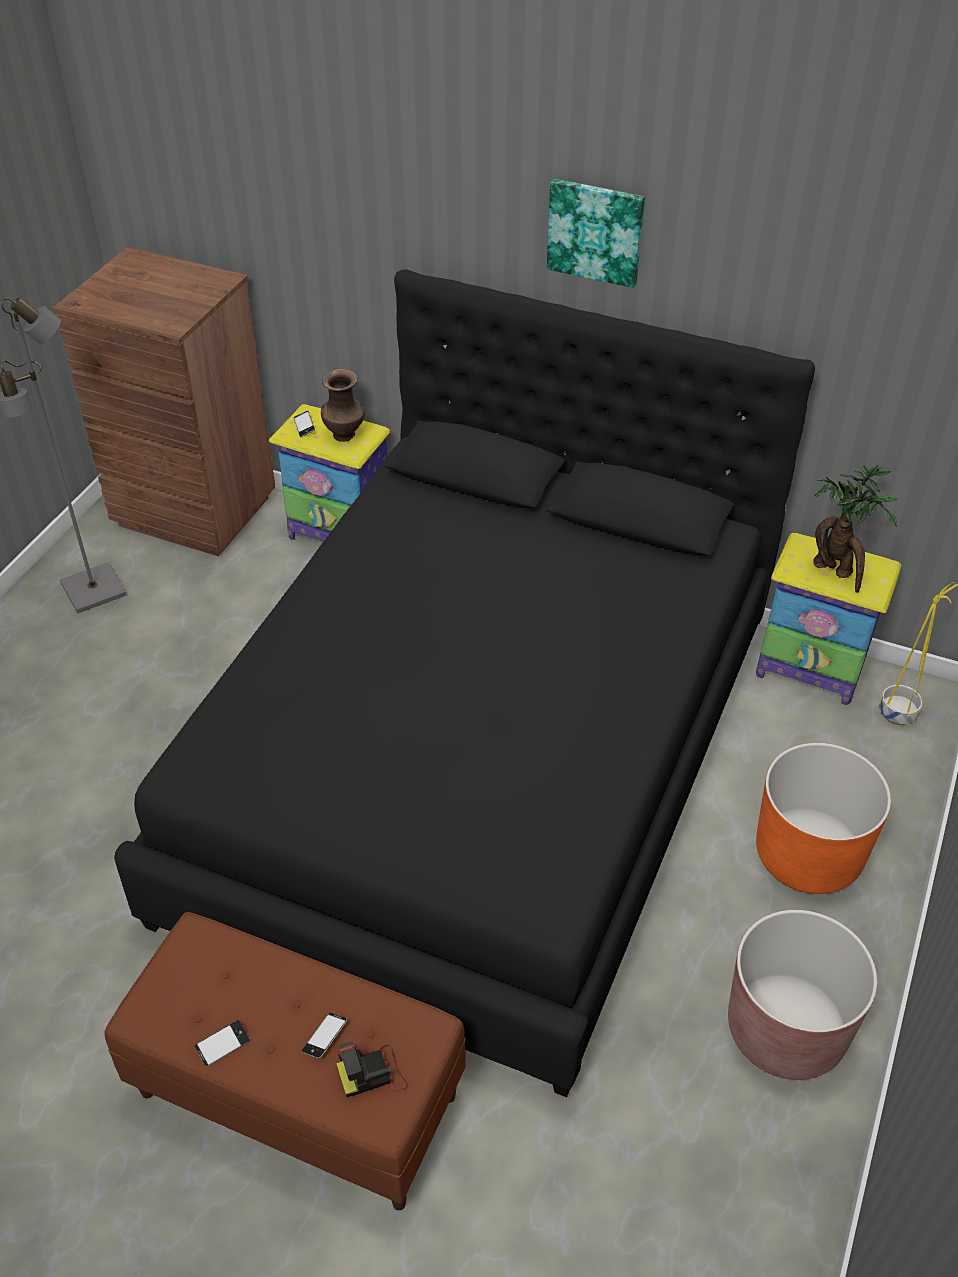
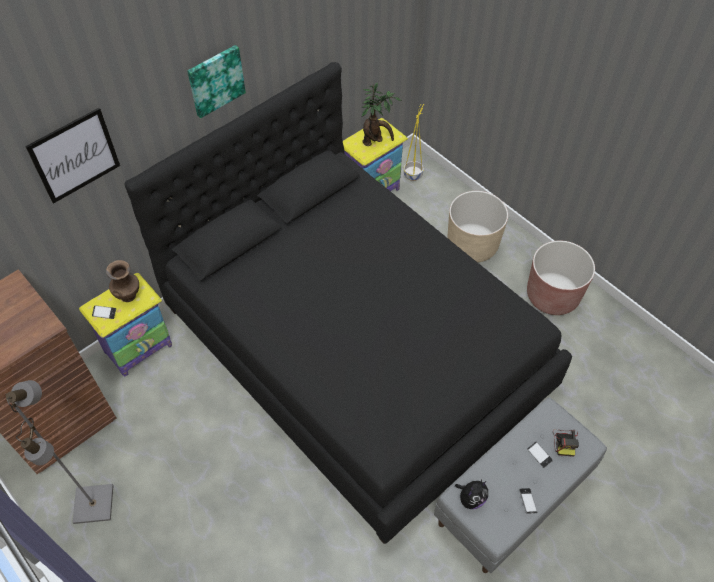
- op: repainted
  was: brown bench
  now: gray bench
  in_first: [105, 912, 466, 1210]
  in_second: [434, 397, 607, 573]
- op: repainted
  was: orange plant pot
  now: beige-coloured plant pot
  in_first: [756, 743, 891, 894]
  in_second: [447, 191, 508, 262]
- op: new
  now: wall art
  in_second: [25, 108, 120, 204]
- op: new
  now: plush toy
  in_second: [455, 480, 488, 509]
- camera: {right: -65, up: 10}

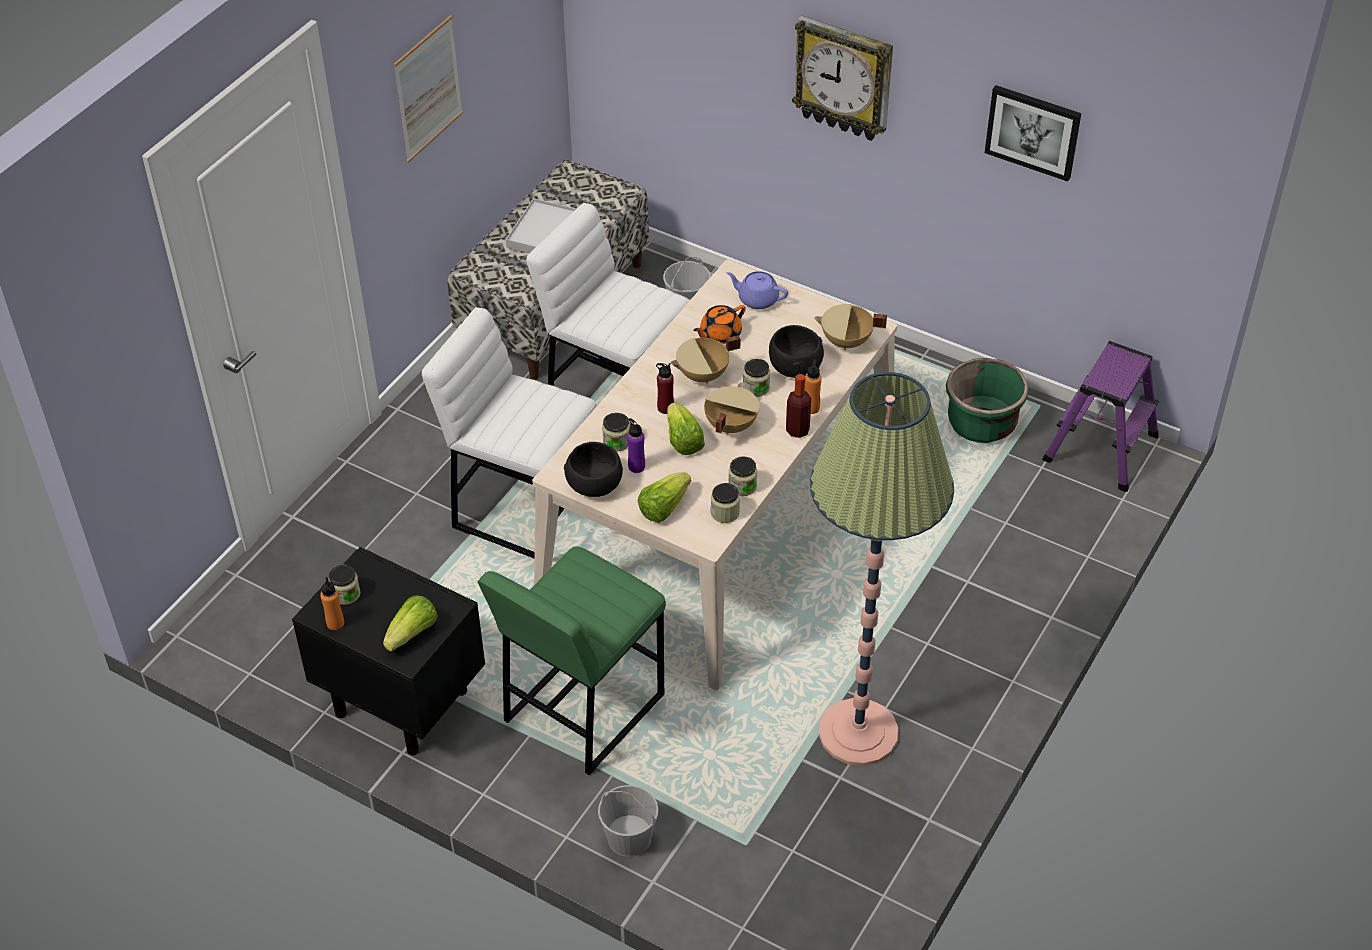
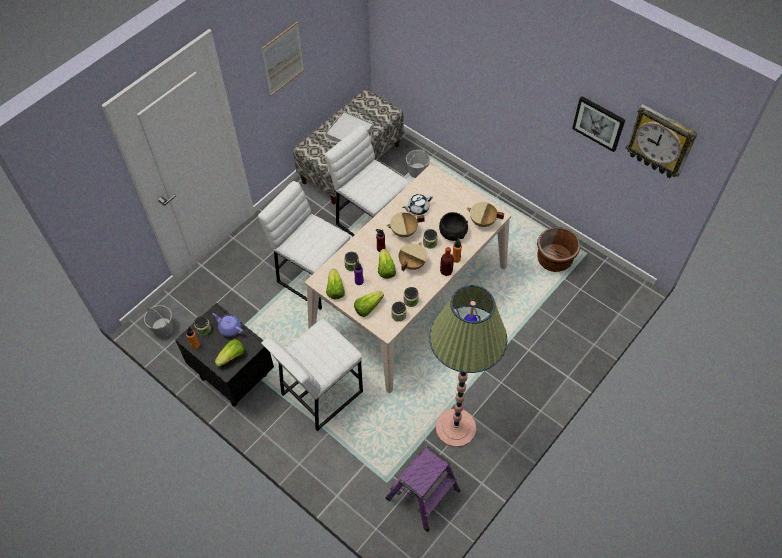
- op: repainted
  was: green-coloured upright chair
  now: white upright chair
  in_first: [478, 546, 666, 775]
  in_second: [261, 319, 363, 431]
- op: swapped
  was: black-coloured deep dish
  now: lettuce head
  in_first: [564, 442, 623, 497]
  in_second: [326, 269, 345, 299]
- op: shifted
  was: white water bucket
  in_first: [598, 785, 659, 857]
  in_second: [144, 305, 173, 337]
- op: repainted
  was: orange pot for tea
  now: white pot for tea
  in_first: [693, 305, 746, 344]
  in_second: [402, 194, 433, 215]
- op: shifted
  was: purple-coloured pot for tea
  in_first: [727, 271, 788, 309]
  in_second: [212, 313, 243, 337]
- op: shifted
  was: clock on the wall
  in_first: [792, 16, 893, 141]
  in_second: [626, 104, 698, 178]
- op: repainted
  was: green-coloured plant pot
  now: brown plant pot
  in_first: [946, 358, 1028, 443]
  in_second: [537, 227, 580, 272]
- op: shifted
  was: purple-coloured step stool
  in_first: [1042, 341, 1159, 492]
  in_second: [385, 446, 460, 532]
- camera: {right: 10, up: 10}

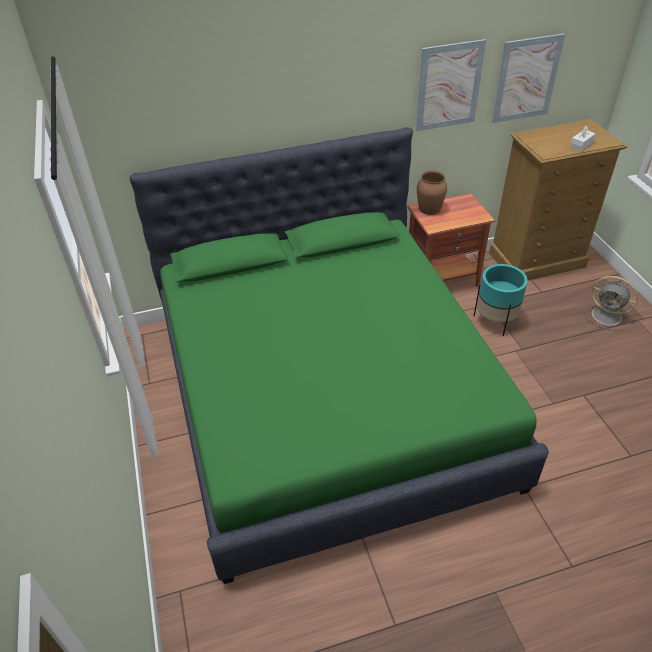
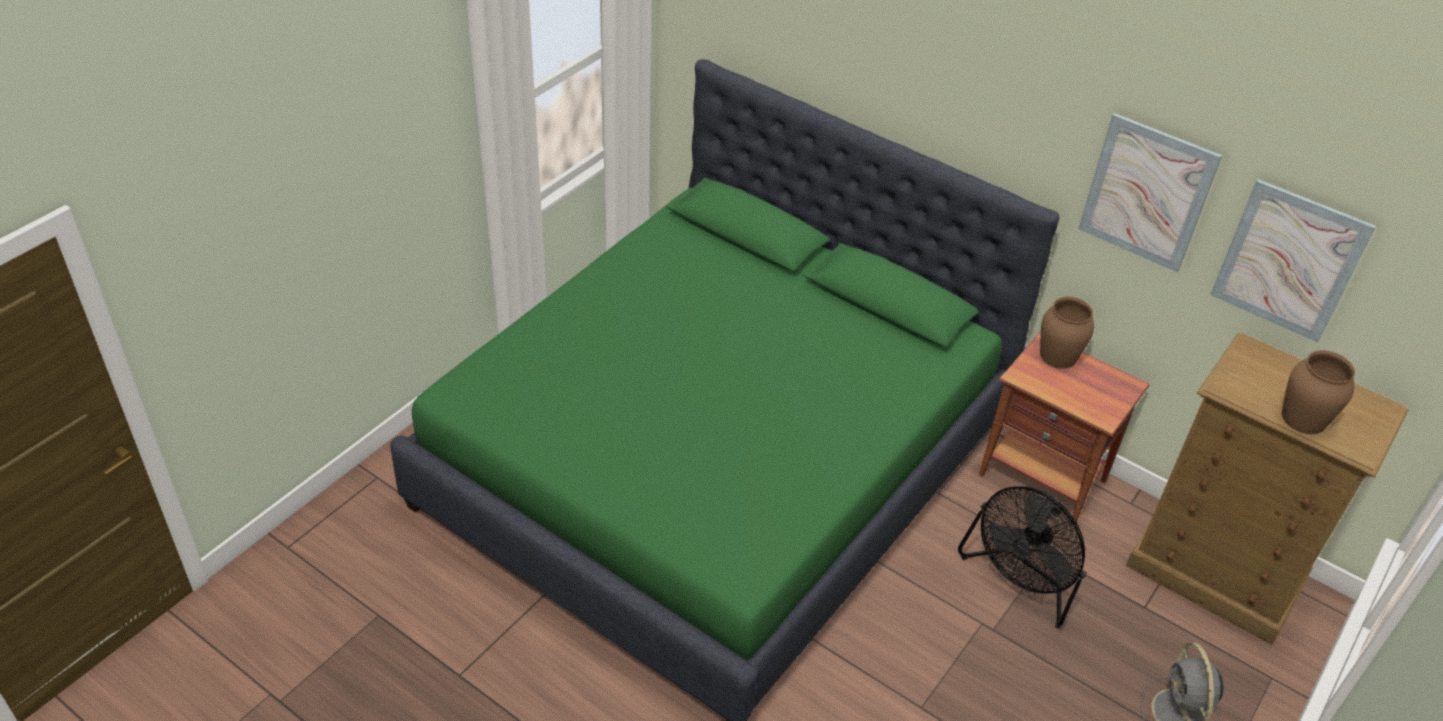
- op: swapped
  was: blue-green plant pot
  now: black-coloured electric fan
  in_first: [474, 264, 528, 336]
  in_second: [958, 487, 1087, 629]
- op: swapped
  was: white box of tissues
  now: brown decorative vase
  in_first: [570, 126, 596, 151]
  in_second: [1282, 350, 1355, 434]
- camera: {right: 50, up: 0}

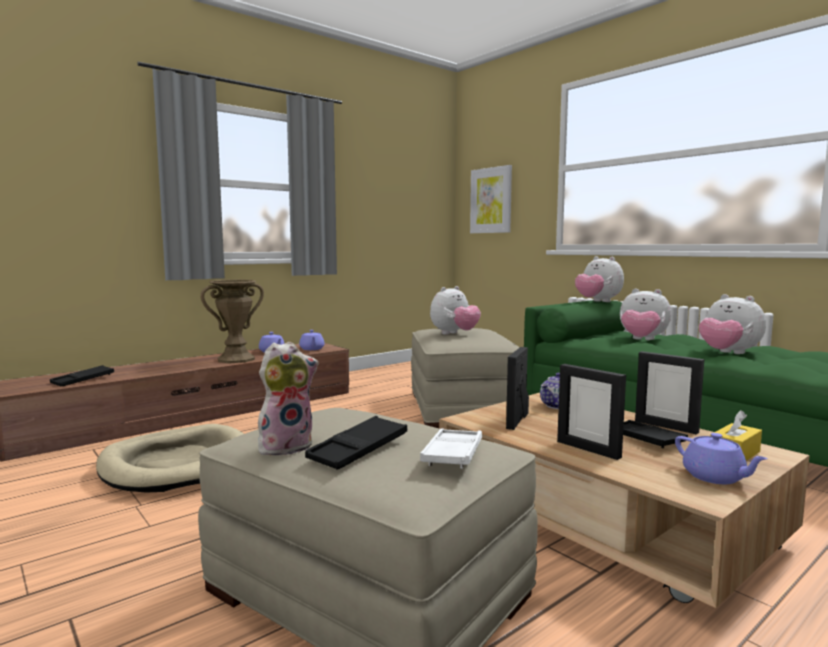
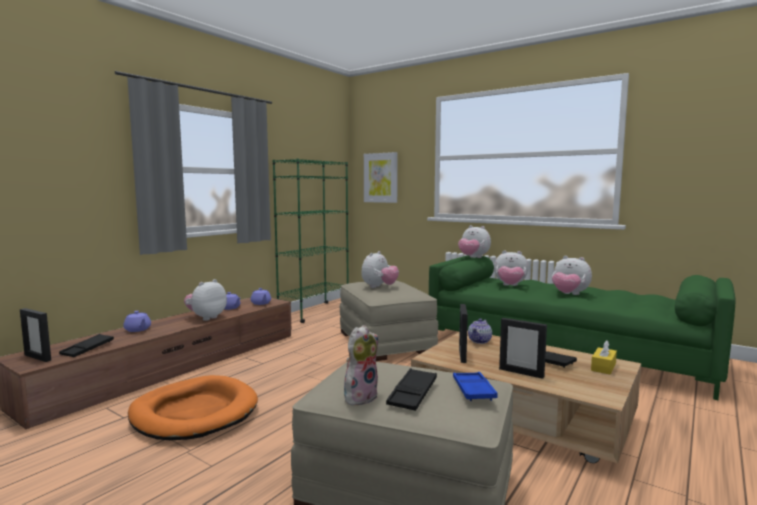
- op: repainted
  was: beige-coloured dog cushion
  now: orange dog cushion
  in_first: [96, 424, 244, 493]
  in_second: [128, 375, 258, 440]
- op: swapped
  was: brown decorative vase
  now: plush toy
  in_first: [201, 280, 264, 363]
  in_second: [184, 279, 227, 321]
- op: repainted
  was: white carrying tray
  now: bluish carrying tray
  in_first: [420, 428, 482, 469]
  in_second: [453, 372, 497, 401]
- op: shifted
  was: picture frame
  in_first: [635, 351, 704, 435]
  in_second: [20, 308, 51, 362]
- op: shifted
  was: purple-coloured pot for tea
  in_first: [675, 433, 768, 484]
  in_second: [123, 311, 151, 332]
- op: new
  now: green-coloured shelving unit
  in_second: [273, 158, 349, 323]
- camera: {right: -15, up: 0}

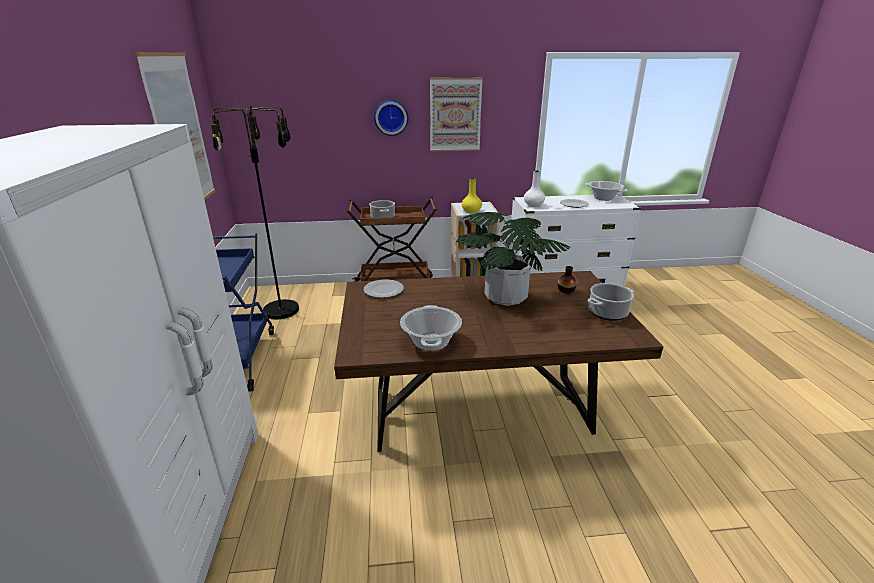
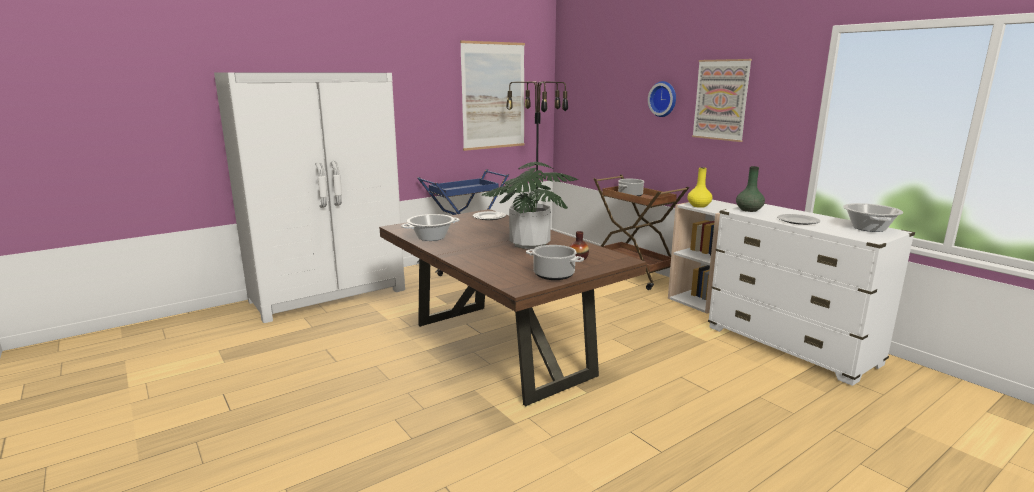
- op: repainted
  was: white decorative vase
  now: green-coloured decorative vase
  in_first: [524, 170, 545, 207]
  in_second: [736, 166, 765, 212]
- camera: {right: 60, up: -10}

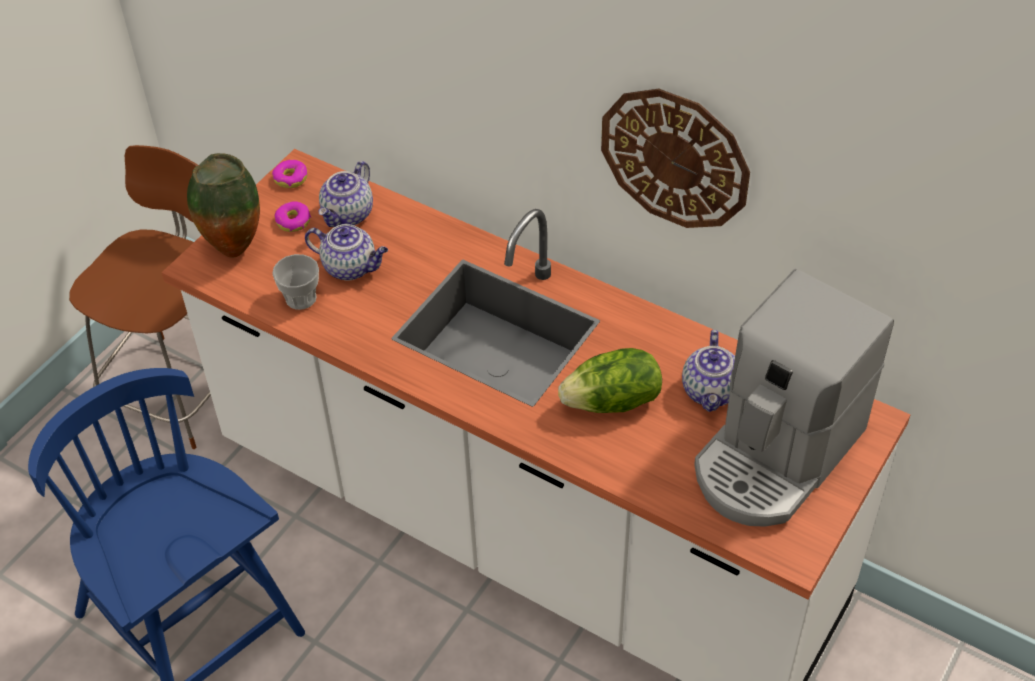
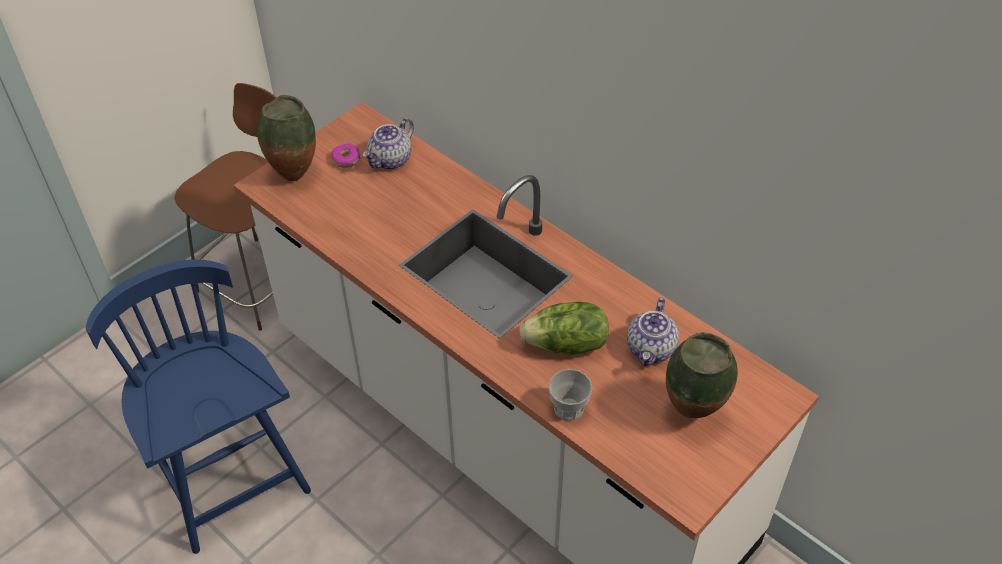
- op: gone
  was: doughnut
  in_first: [272, 160, 308, 188]
- op: shifted
  was: small cup
  in_first: [272, 254, 319, 310]
  in_second: [548, 369, 593, 421]
- op: gone
  was: pot for tea
  in_first: [305, 224, 388, 281]
- op: gone
  was: clock on the wall
  in_first: [601, 89, 750, 228]
- op: swapped
  was: coffee maker
  now: decorative vase
  in_first: [694, 269, 894, 527]
  in_second: [666, 332, 738, 418]
- camera: {right: 10, up: 0}

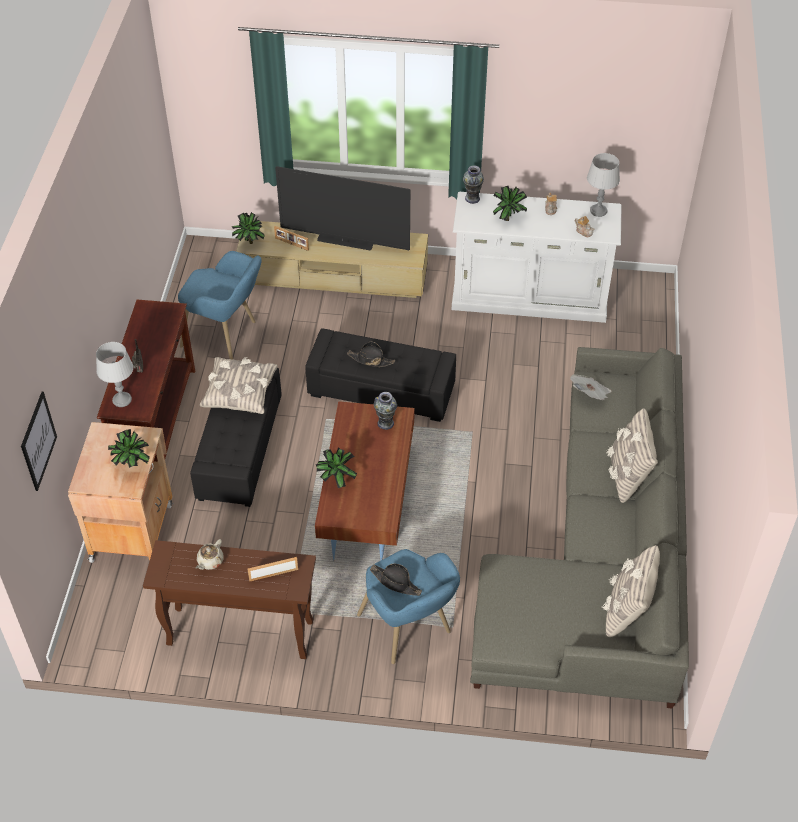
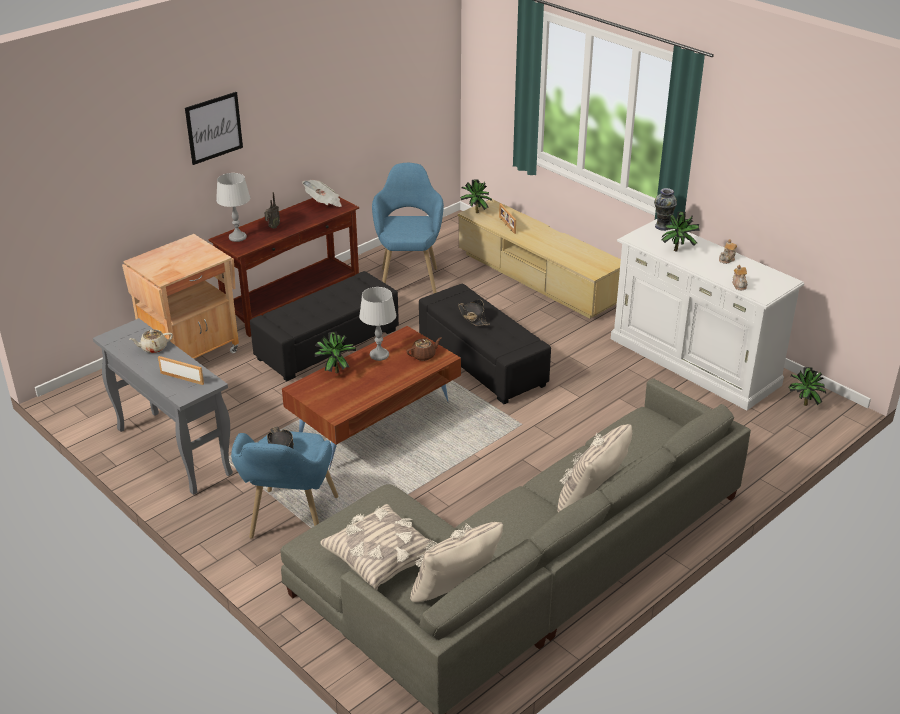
- op: shifted
  was: wall art
  in_first: [21, 392, 57, 491]
  in_second: [185, 92, 243, 165]
- op: shifted
  was: houseplant
  in_first: [108, 429, 150, 468]
  in_second: [788, 367, 826, 406]
- op: repainted
  was: brown hall table
  now: gray hall table
  in_first: [143, 540, 316, 659]
  in_second: [93, 318, 233, 495]
- op: rotated
  was: bluish armchair
  in_first: [178, 251, 262, 359]
  in_second: [372, 163, 444, 294]
  clockwise: -150
- op: shifted
  was: beige-coloured cushion
  in_first: [200, 357, 278, 414]
  in_second: [320, 504, 434, 590]
- op: gone
  was: TV
  in_first: [275, 166, 410, 250]
- op: swapped
  was: decorative vase
  now: brown pot for tea
  in_first: [374, 392, 397, 430]
  in_second: [406, 337, 442, 361]
- op: shifted
  was: daily paper
  in_first: [570, 374, 612, 401]
  in_second: [302, 180, 342, 207]
- op: shifted
  was: gray lamp for a table
  in_first: [587, 153, 620, 217]
  in_second: [359, 287, 396, 361]
- camera: {right: 40, up: -15}

